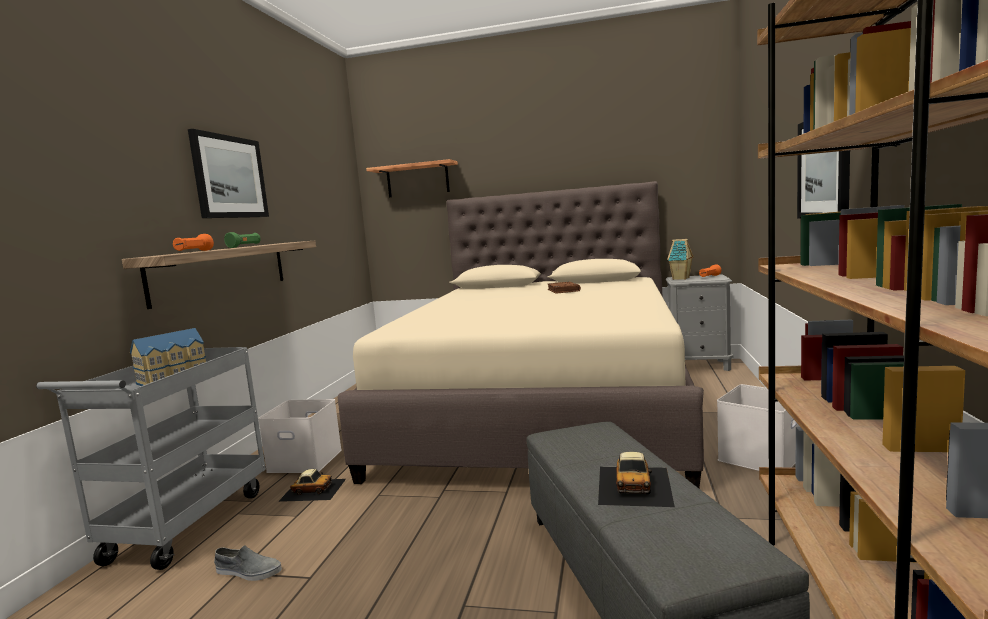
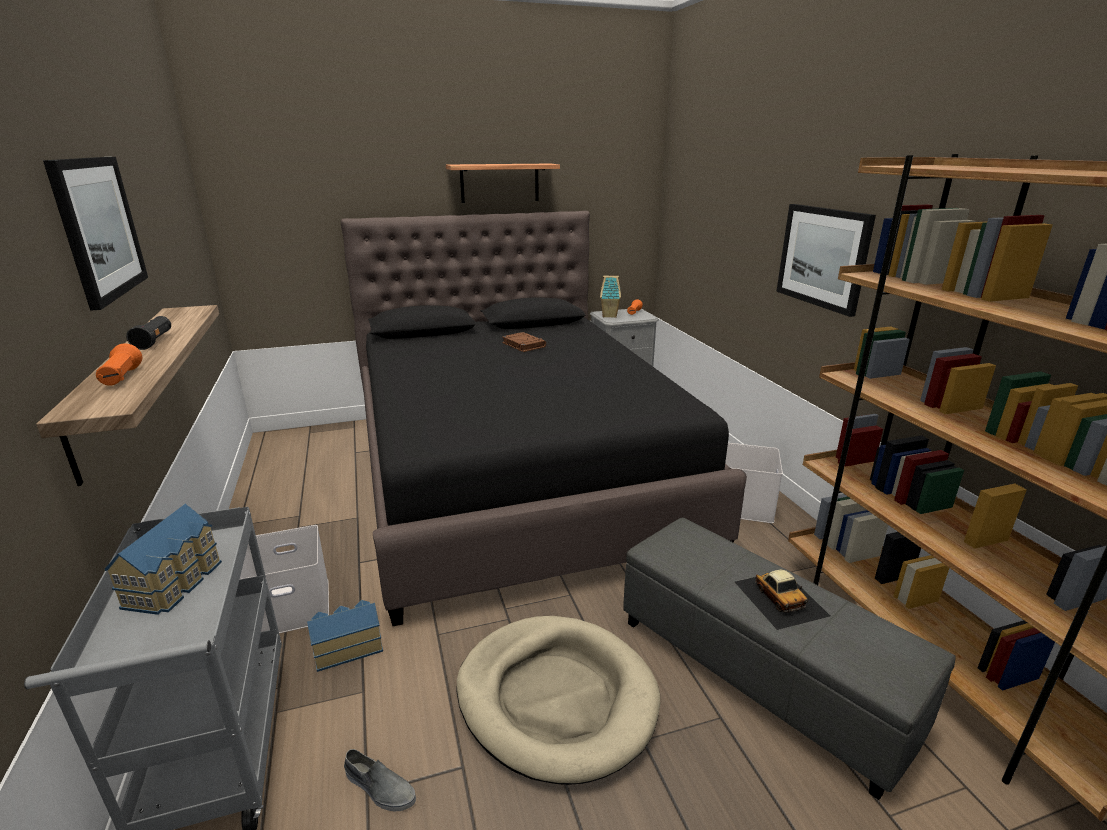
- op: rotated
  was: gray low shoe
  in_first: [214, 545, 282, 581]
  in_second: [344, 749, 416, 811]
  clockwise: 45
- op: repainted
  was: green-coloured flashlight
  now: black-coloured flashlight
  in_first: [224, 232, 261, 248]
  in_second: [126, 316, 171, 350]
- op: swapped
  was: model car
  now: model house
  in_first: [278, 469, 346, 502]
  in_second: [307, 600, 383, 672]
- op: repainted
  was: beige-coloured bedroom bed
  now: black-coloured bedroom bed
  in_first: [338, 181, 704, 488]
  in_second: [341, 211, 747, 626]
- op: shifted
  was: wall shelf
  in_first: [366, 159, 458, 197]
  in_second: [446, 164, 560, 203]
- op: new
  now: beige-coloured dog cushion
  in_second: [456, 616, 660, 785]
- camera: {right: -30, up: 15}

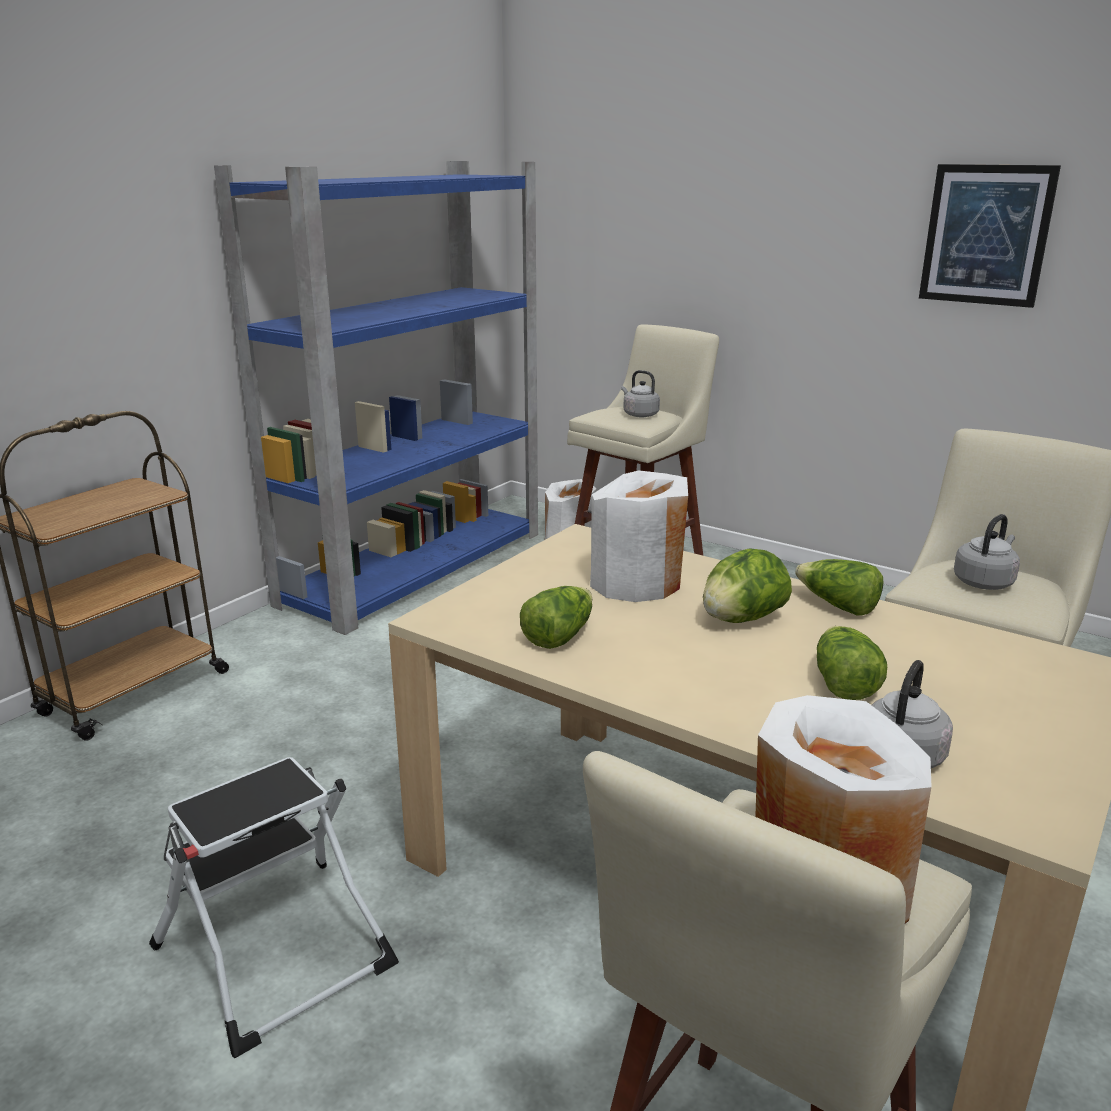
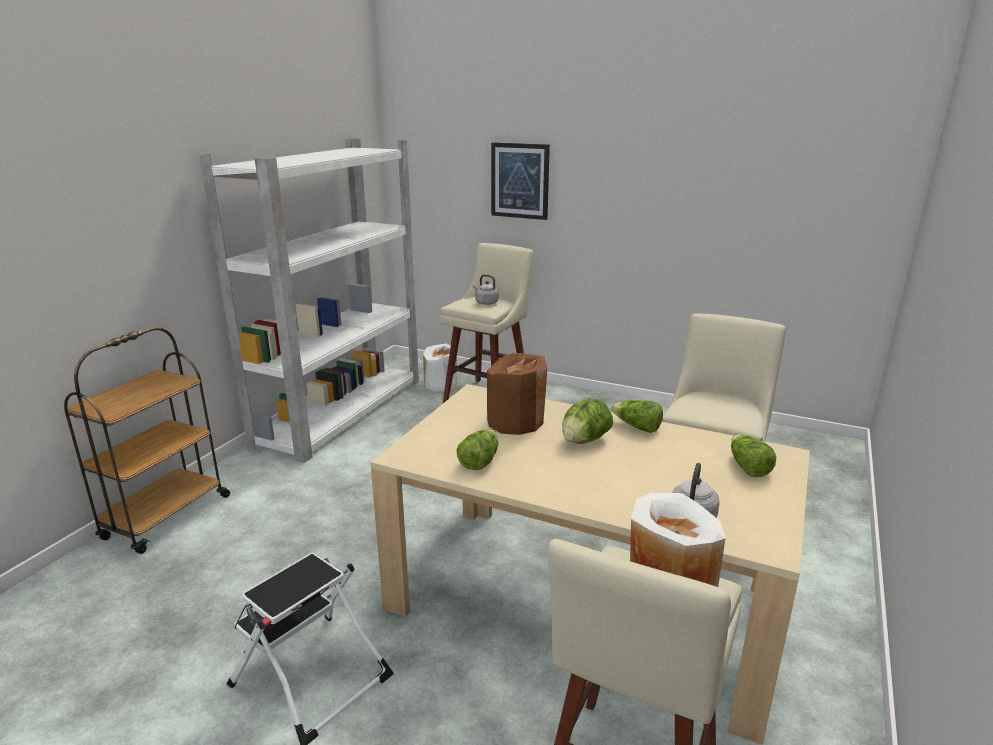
- op: repainted
  was: bluish shelving unit
  now: white shelving unit
  in_first: [214, 161, 538, 635]
  in_second: [199, 138, 419, 463]
- op: repainted
  was: white decorative vase
  now: brown decorative vase
  in_first: [590, 470, 688, 602]
  in_second: [487, 353, 547, 435]
- op: shifted
  was: lettuce head
  in_first: [817, 626, 887, 700]
  in_second: [731, 435, 776, 477]
- op: shifted
  was: wall art
  in_first: [919, 164, 1061, 308]
  in_second: [491, 142, 550, 220]
- op: gone
  was: gray tea kettle
  in_first: [954, 514, 1020, 590]
- camera: {right: -10, up: 0}

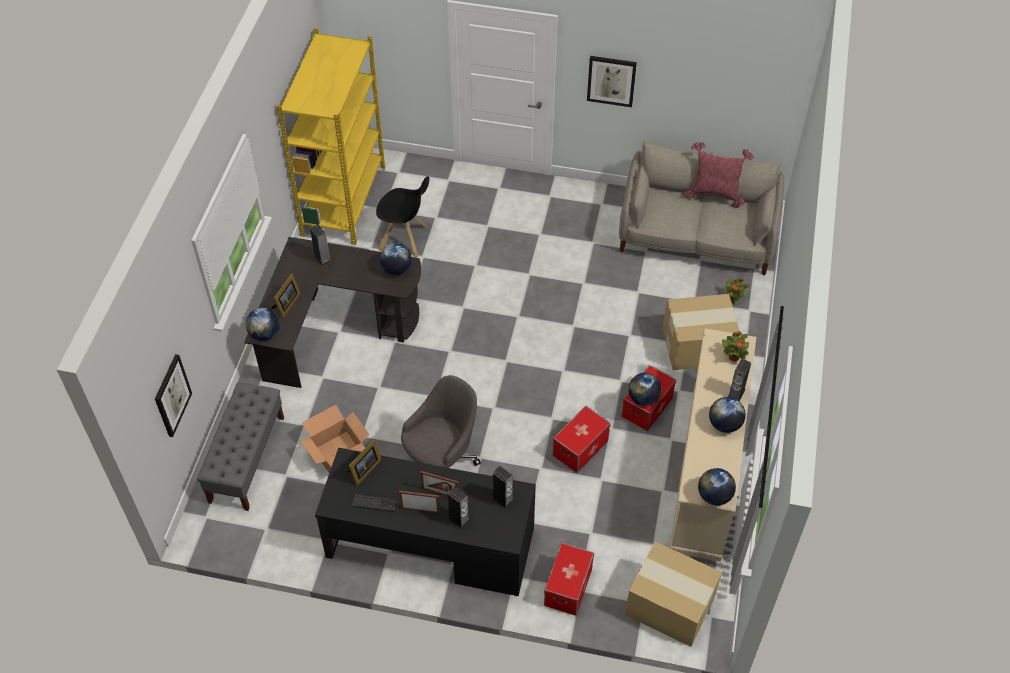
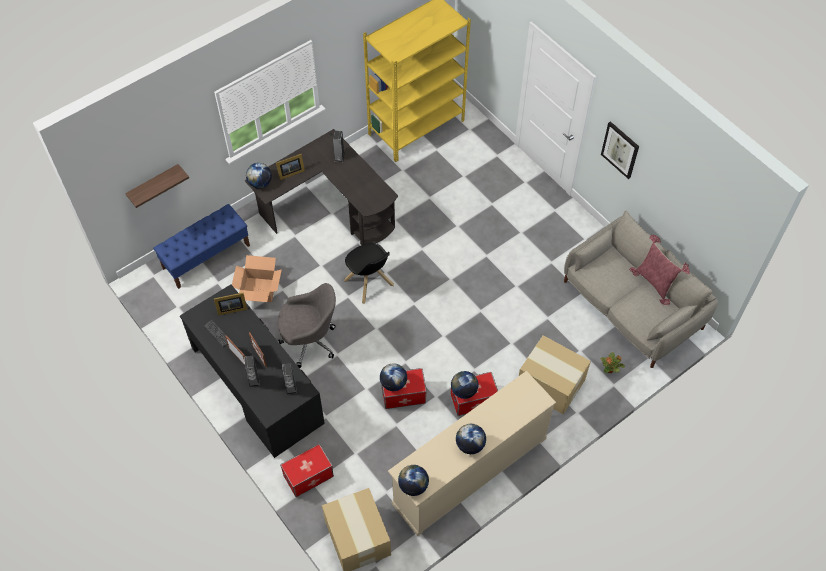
- op: swapped
  was: wall art
  now: wall shelf
  in_first: [155, 354, 192, 437]
  in_second: [125, 164, 189, 208]
- op: repainted
  was: gray bench
  now: bluish bench
  in_first: [197, 382, 284, 511]
  in_second: [153, 204, 250, 289]
- op: shifted
  was: black-coloured upright chair
  in_first: [376, 176, 430, 258]
  in_second: [344, 243, 394, 304]
- op: shifted
  was: desk globe
  in_first: [379, 243, 412, 275]
  in_second: [380, 363, 407, 391]
- op: gone
  was: houseplant
  in_first: [722, 331, 749, 361]
- op: gone
  was: audio speaker
  in_first: [728, 359, 751, 401]
- camera: {right: 40, up: 5}

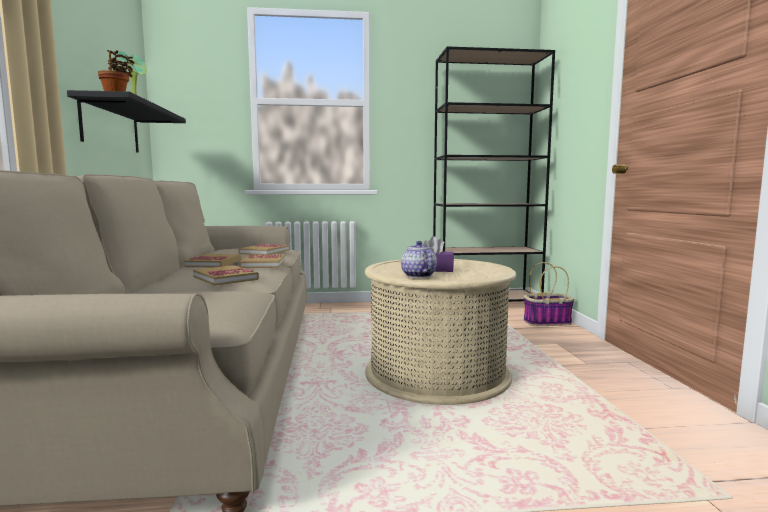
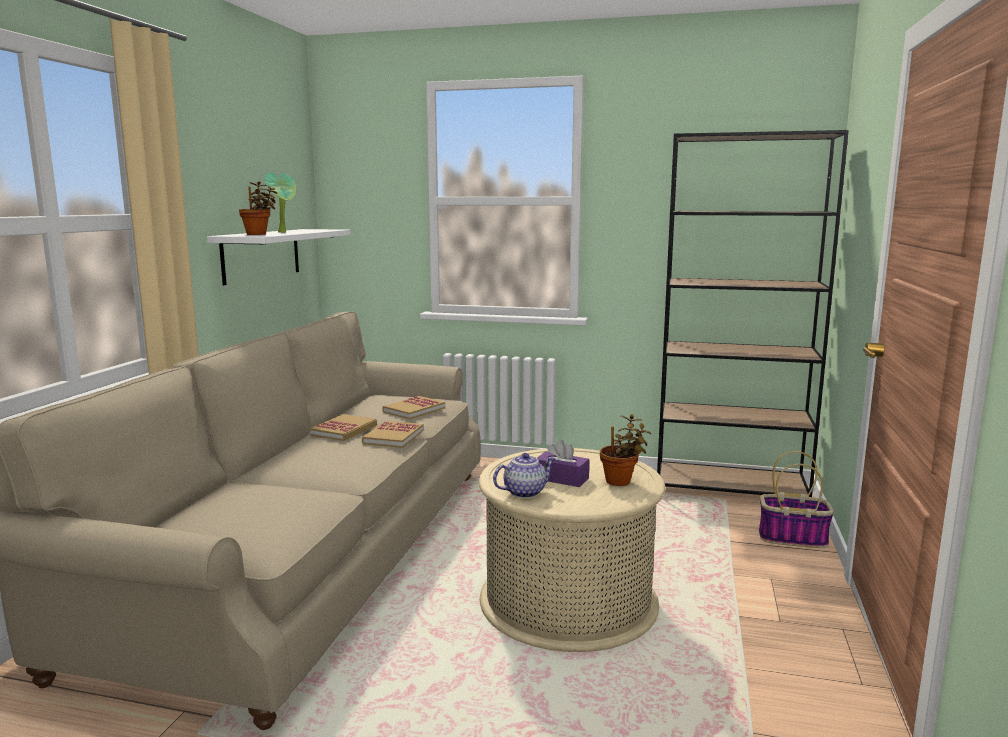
- op: repainted
  was: black-coloured wall shelf
  now: white wall shelf
  in_first: [67, 90, 186, 153]
  in_second: [207, 229, 350, 285]
- op: gone
  was: volume
  in_first: [193, 265, 259, 285]
- op: rotated
  was: pot for tea
  in_first: [401, 241, 437, 278]
  in_second: [493, 453, 555, 498]
  clockwise: 60
- op: new
  now: houseplant
  in_second: [600, 414, 651, 486]
- camera: {right: 20, up: 5}

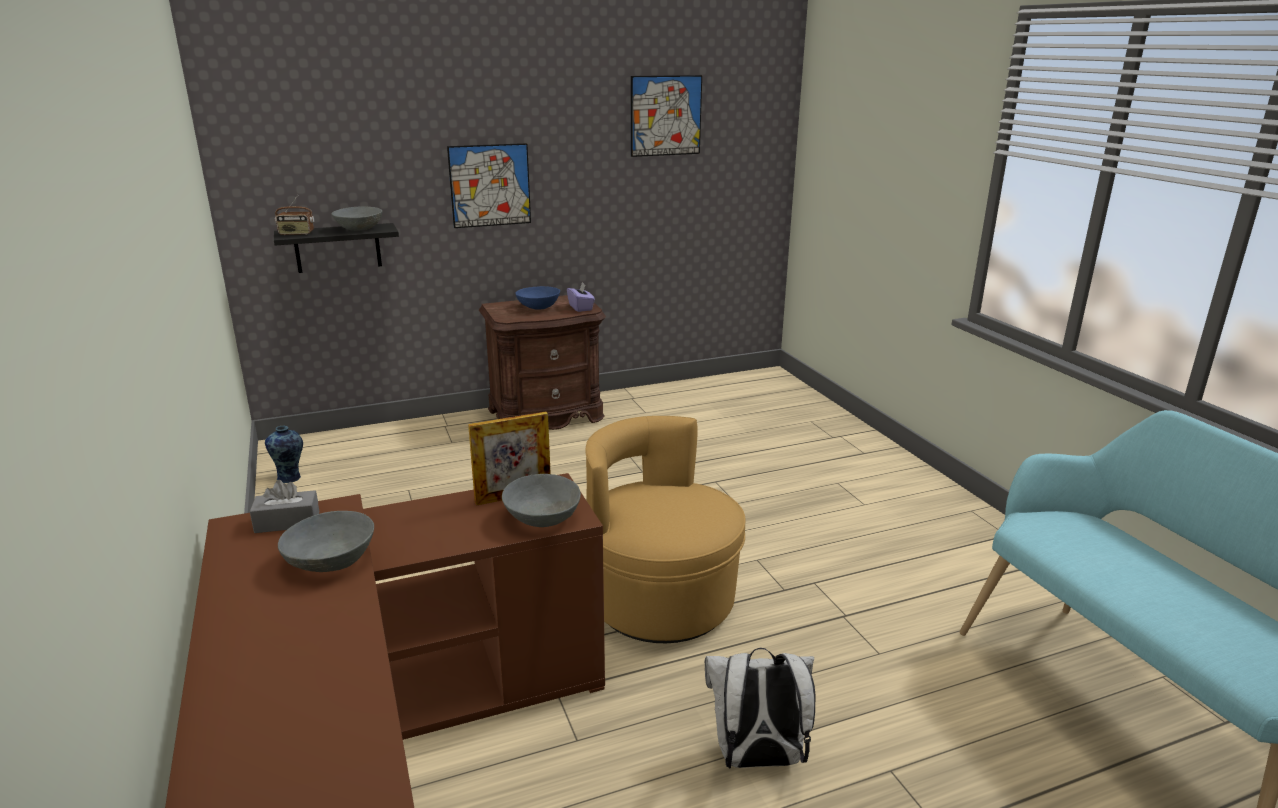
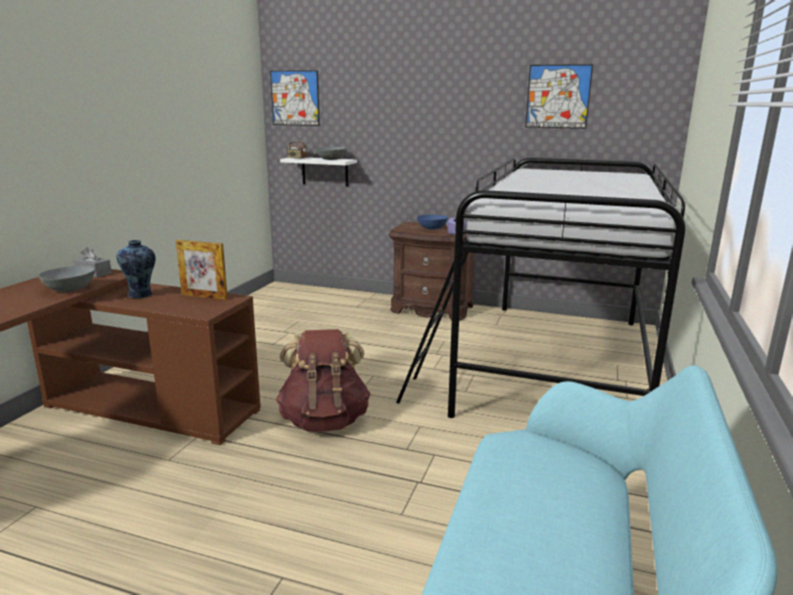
- op: shifted
  was: decorative vase
  in_first: [265, 426, 303, 483]
  in_second: [117, 240, 156, 298]
- op: repainted
  was: black-coloured wall shelf
  now: white wall shelf
  in_first: [274, 223, 399, 273]
  in_second: [280, 157, 357, 187]
- op: shifted
  was: wall art
  in_first: [447, 143, 531, 228]
  in_second: [270, 70, 320, 126]
- op: gone
  was: gray deep dish
  in_first: [502, 474, 581, 527]
- op: swapped
  was: beige-coloured armchair
  now: brown knapsack
  in_first: [585, 416, 746, 643]
  in_second: [276, 329, 371, 432]
- op: gone
  was: white knapsack
  in_first: [705, 648, 815, 768]
- op: new
  now: black-coloured bedroom bed
  in_second: [396, 158, 685, 418]
- camera: {right: 40, up: -5}

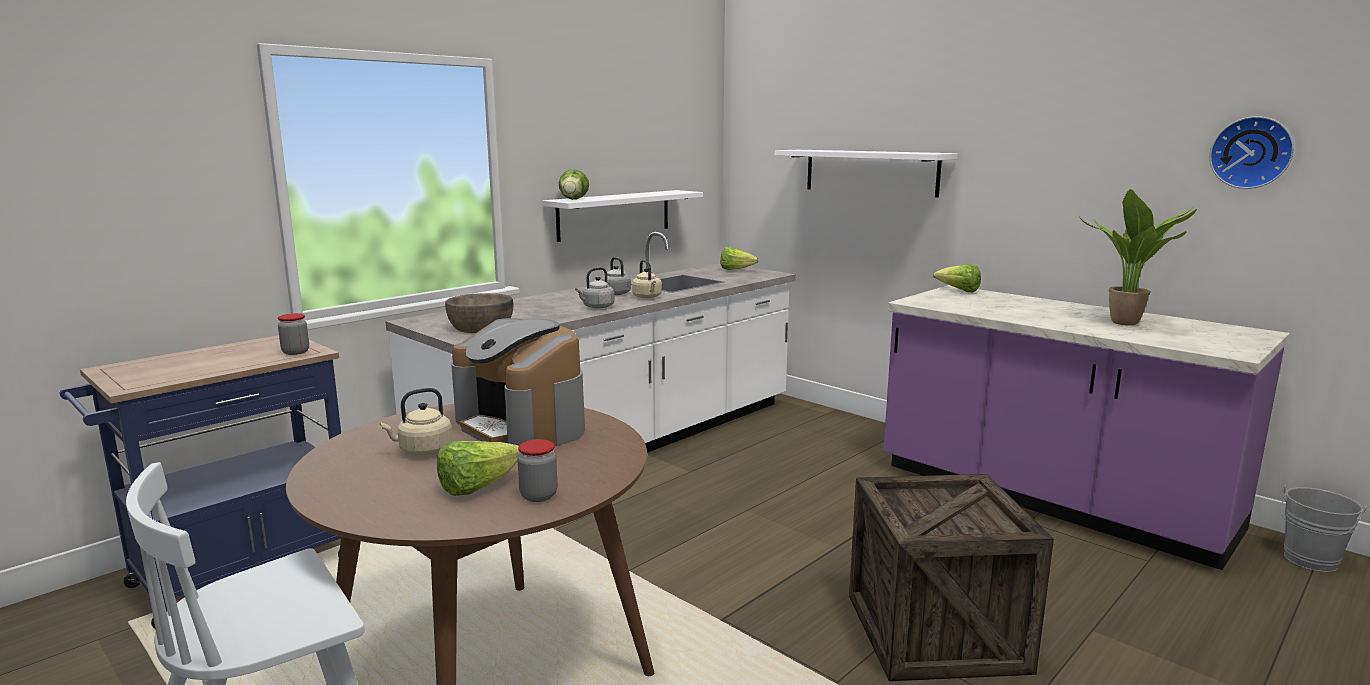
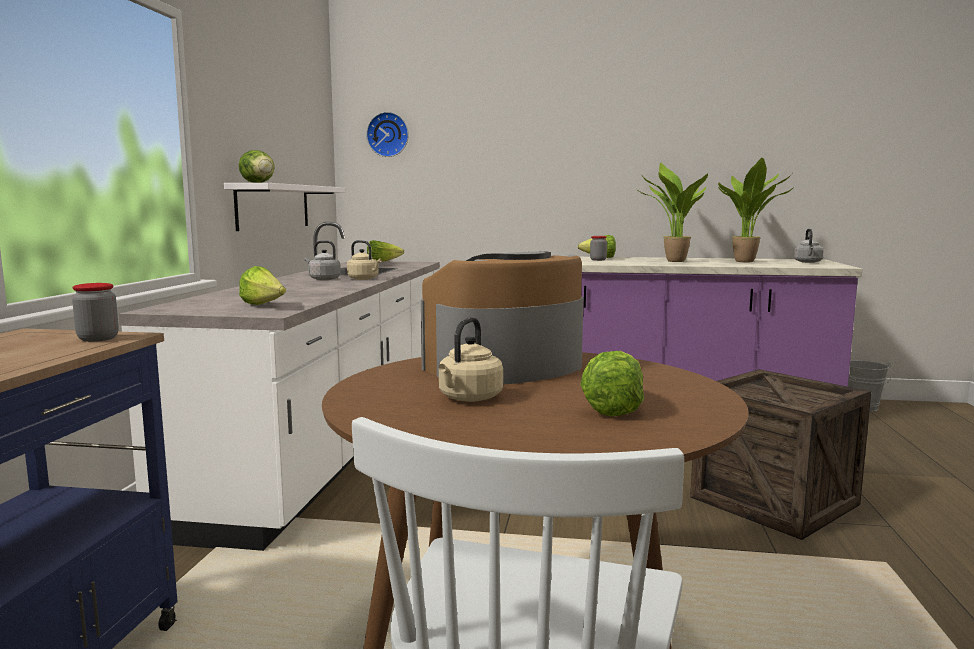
- op: swapped
  was: brown deep dish
  now: lettuce head
  in_first: [445, 293, 513, 333]
  in_second: [239, 266, 286, 305]
- op: rotated
  was: coffee maker
  in_first: [451, 318, 585, 446]
  in_second: [421, 251, 583, 385]
  clockwise: 135
- op: shifted
  was: preserve jar
  in_first: [517, 439, 557, 502]
  in_second: [590, 236, 607, 261]
- op: shifted
  was: gray tea kettle
  in_first: [575, 267, 615, 309]
  in_second: [794, 229, 824, 263]
- op: gone
  was: white wall shelf
  in_first: [775, 150, 958, 198]
- op: shifted
  was: clock on the wall
  in_first: [1209, 116, 1294, 189]
  in_second: [366, 112, 409, 157]
- op: new
  now: houseplant
  in_second: [639, 163, 708, 262]
- camera: {right: -35, up: -5}

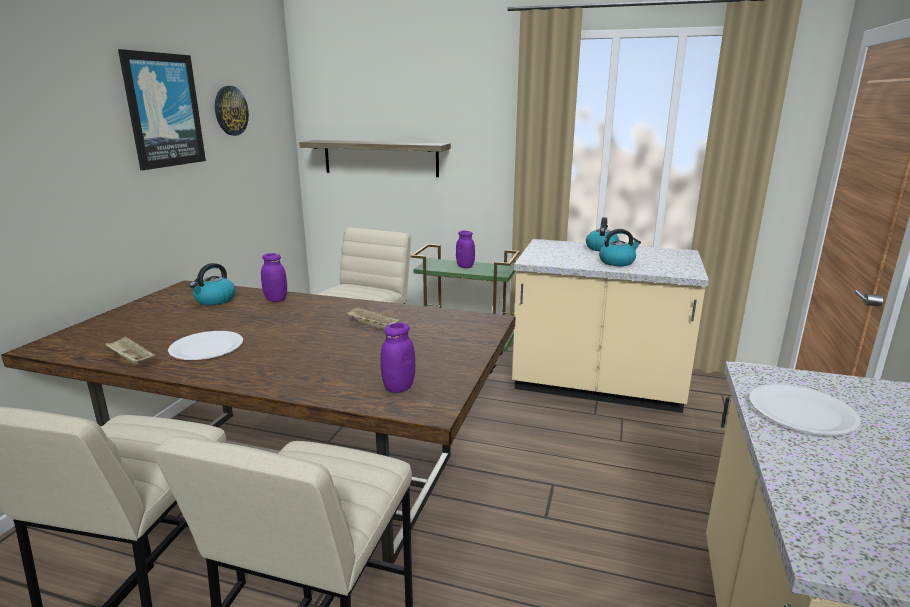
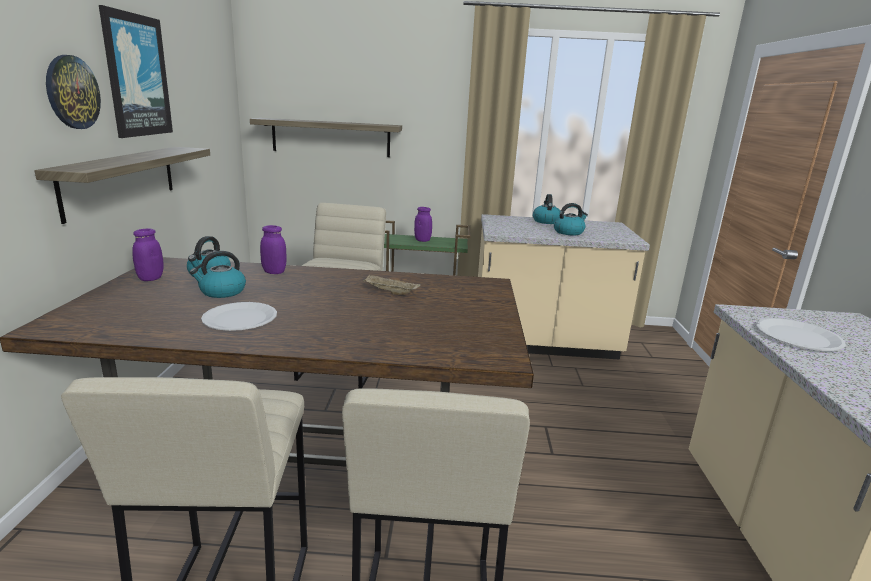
- op: gone
  was: beige-coloured carrying tray
  in_first: [105, 336, 156, 365]
- op: shifted
  was: clock on the wall
  in_first: [215, 86, 249, 136]
  in_second: [46, 55, 101, 129]
- op: shifted
  was: purple-coloured preserve jar
  in_first: [381, 323, 415, 393]
  in_second: [132, 228, 164, 281]
- op: new
  now: wall shelf
  in_second: [34, 147, 210, 224]
- op: new
  now: tea kettle
  in_second: [190, 251, 246, 298]
- camera: {right: -15, up: 0}

